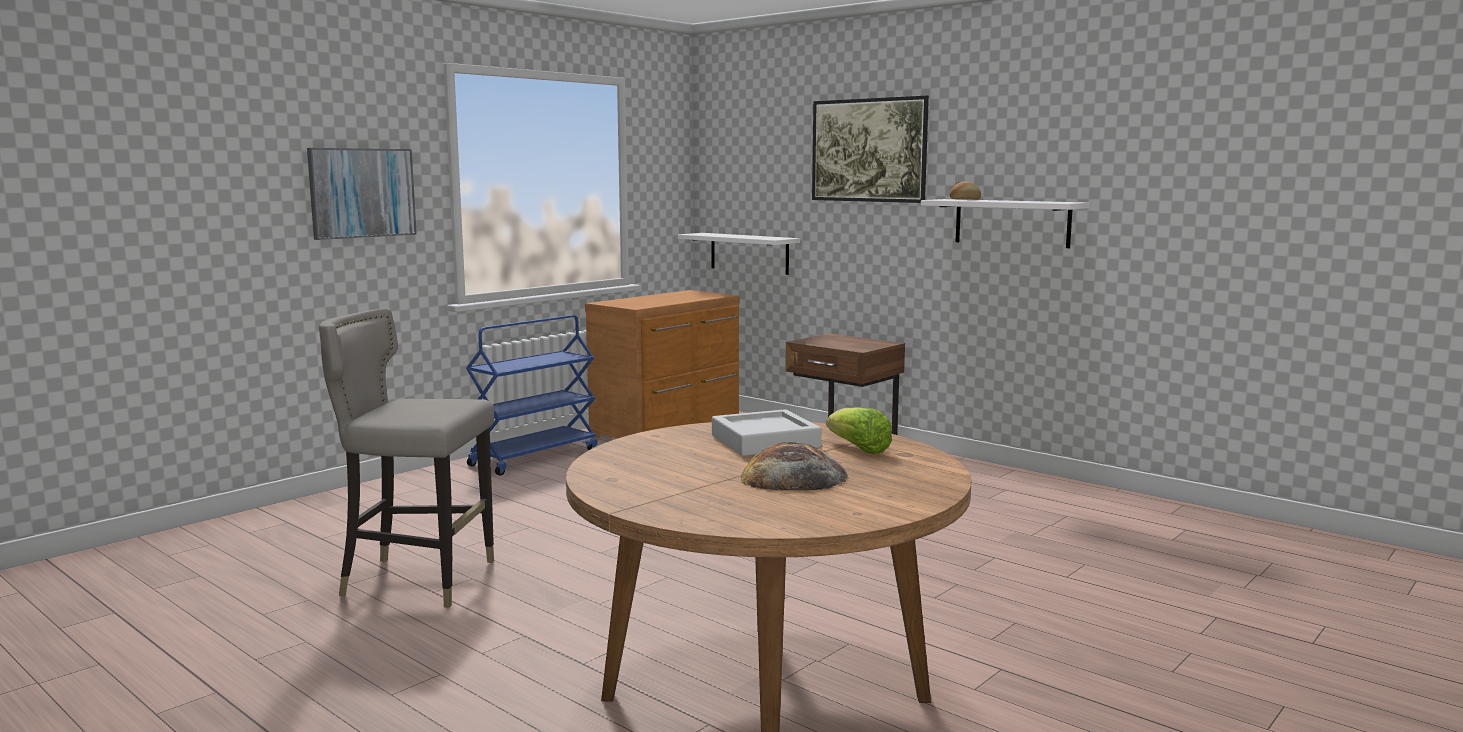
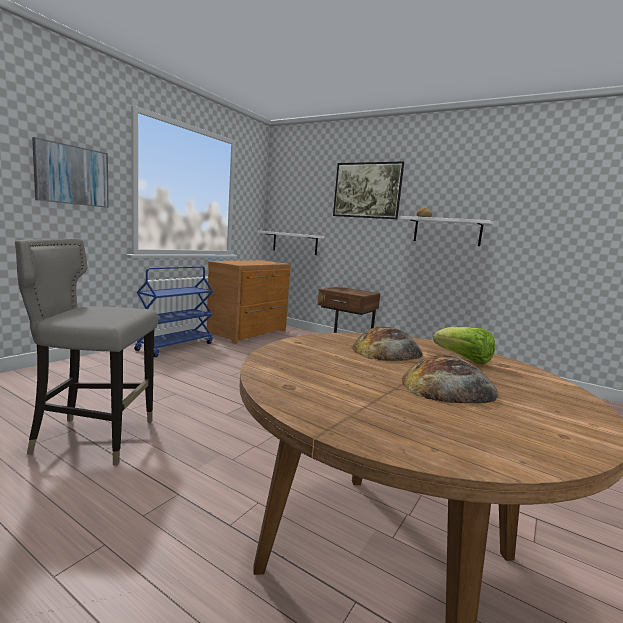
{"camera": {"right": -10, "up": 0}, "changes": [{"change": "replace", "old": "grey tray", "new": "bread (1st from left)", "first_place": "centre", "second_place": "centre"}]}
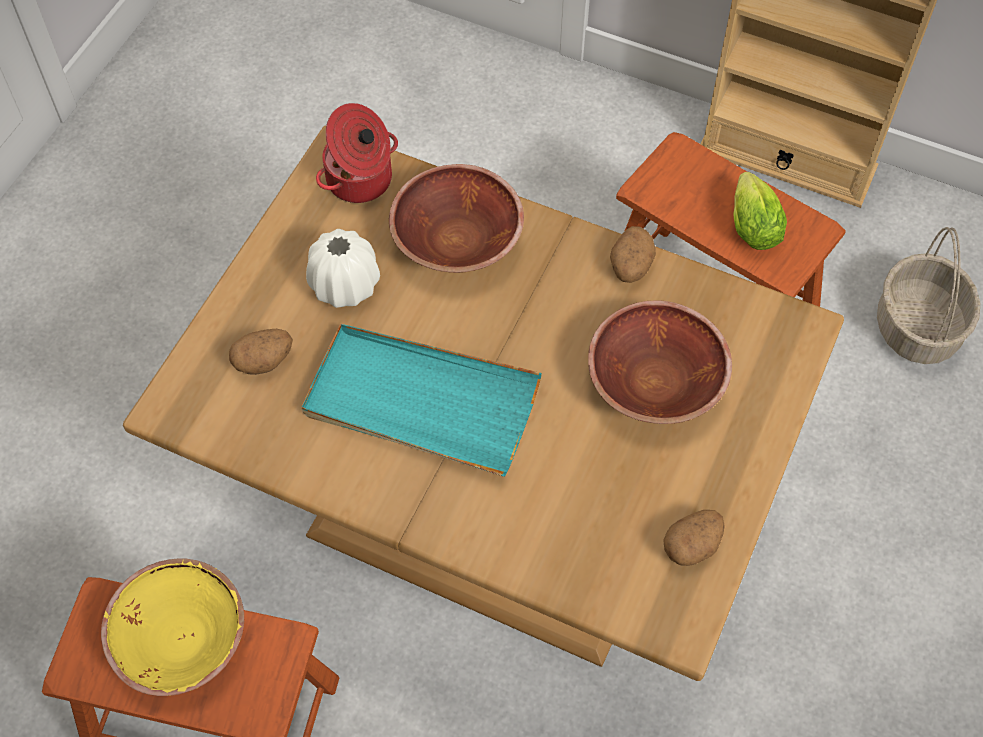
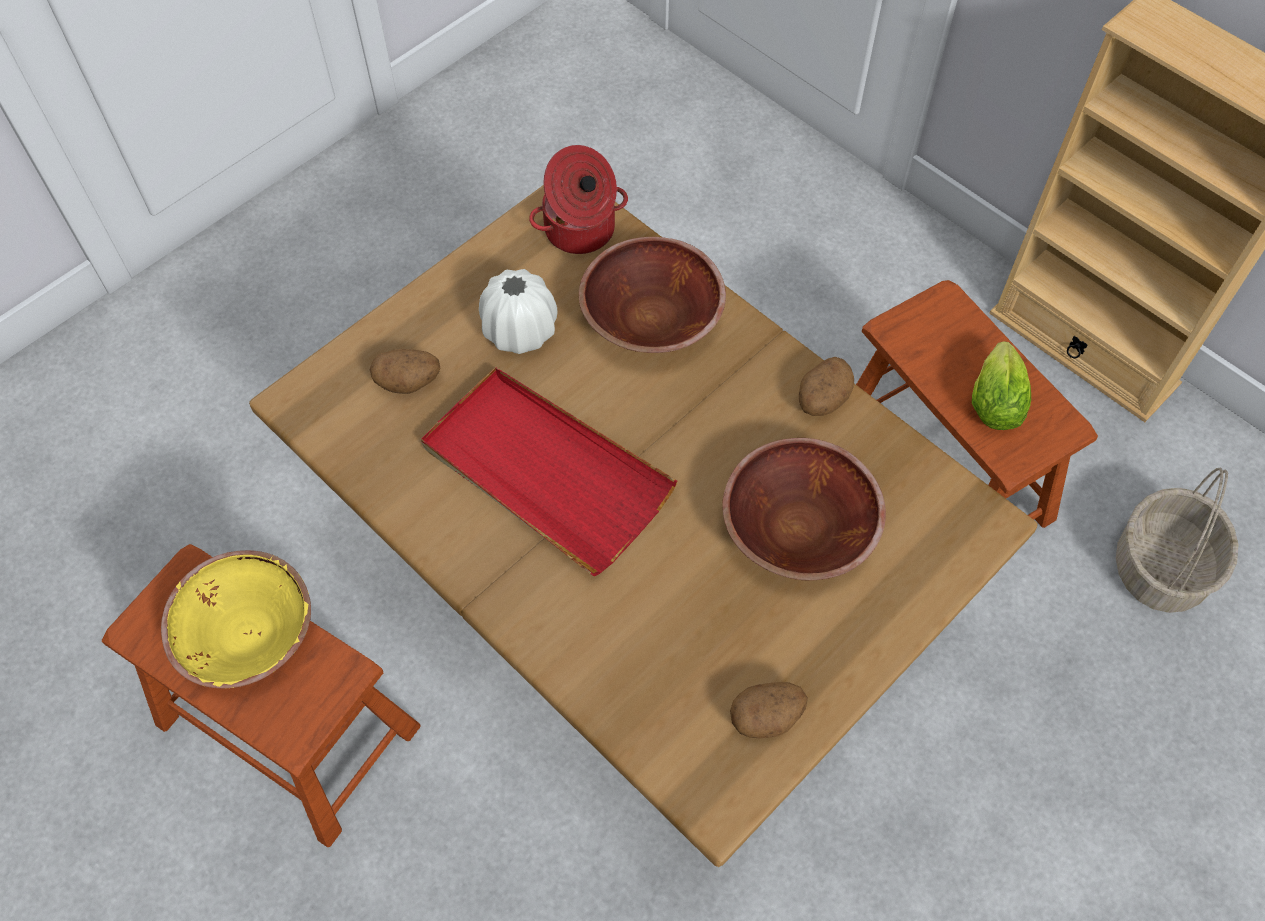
{"camera": {"right": 20, "up": 0}, "changes": [{"change": "recolor", "old": "turquoise tray", "new": "red tray", "first_place": "centre", "second_place": "centre"}]}
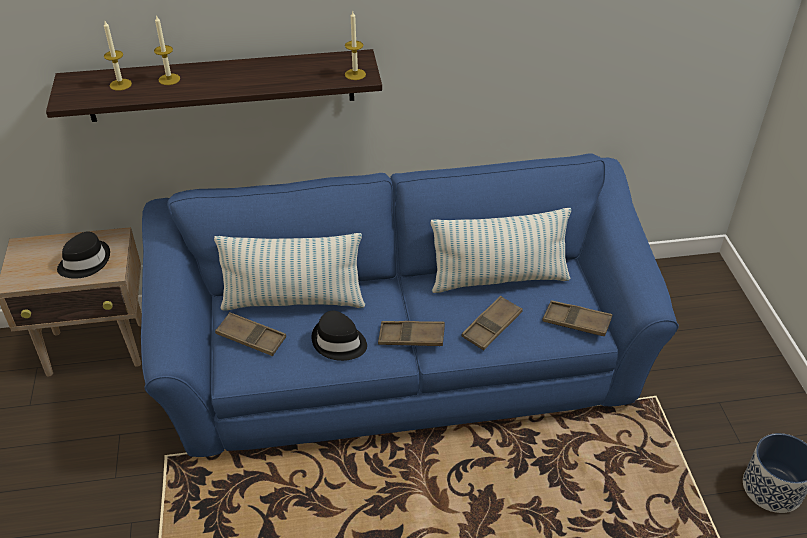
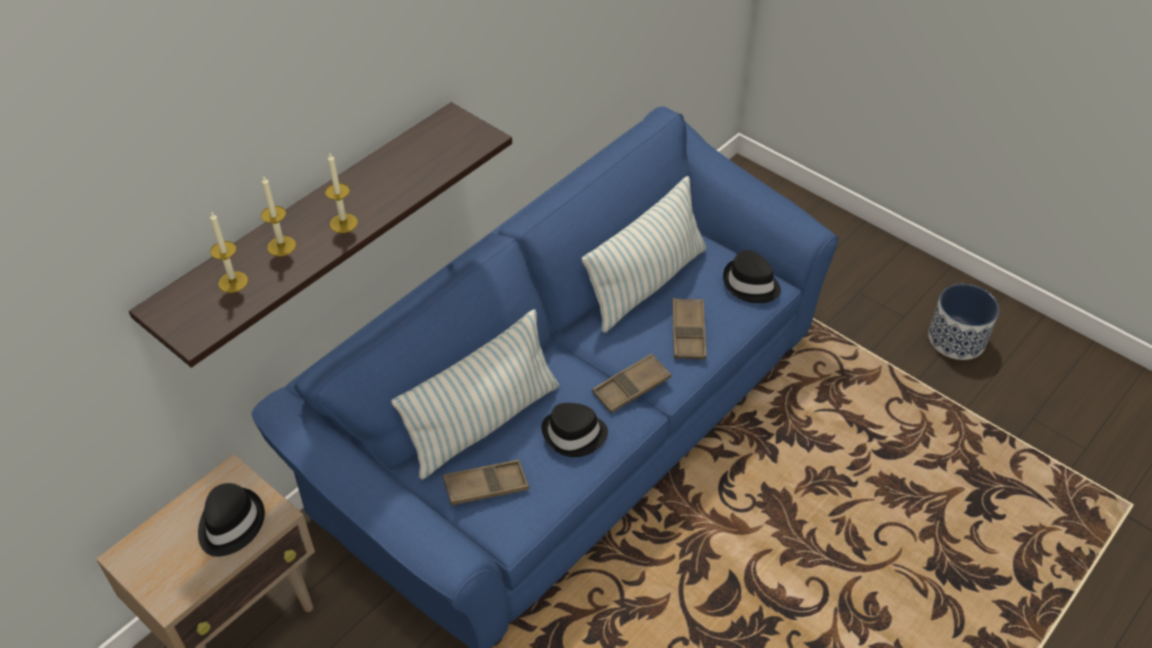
{"camera": {"right": -40, "up": 5}, "changes": [{"change": "move", "old": "candle (3rd from left)", "first_place": "top centre", "second_place": "top left"}, {"change": "replace", "old": "brown tray (4th from left)", "new": "black hat (3rd from left)", "first_place": "middle right", "second_place": "centre"}]}
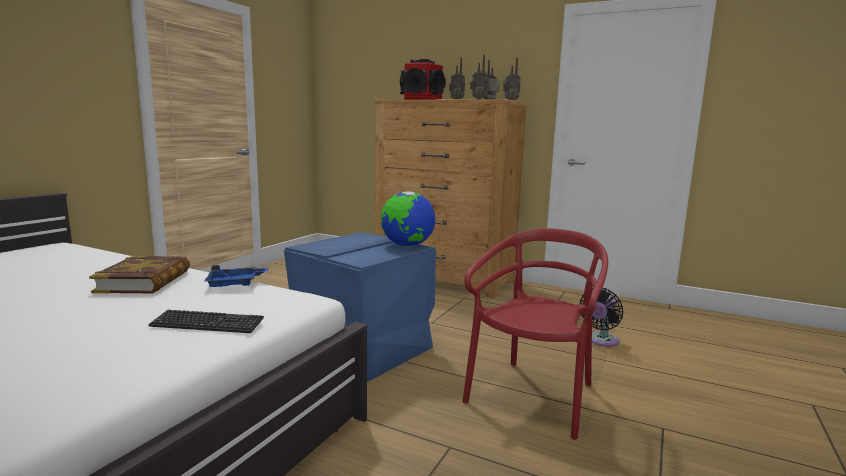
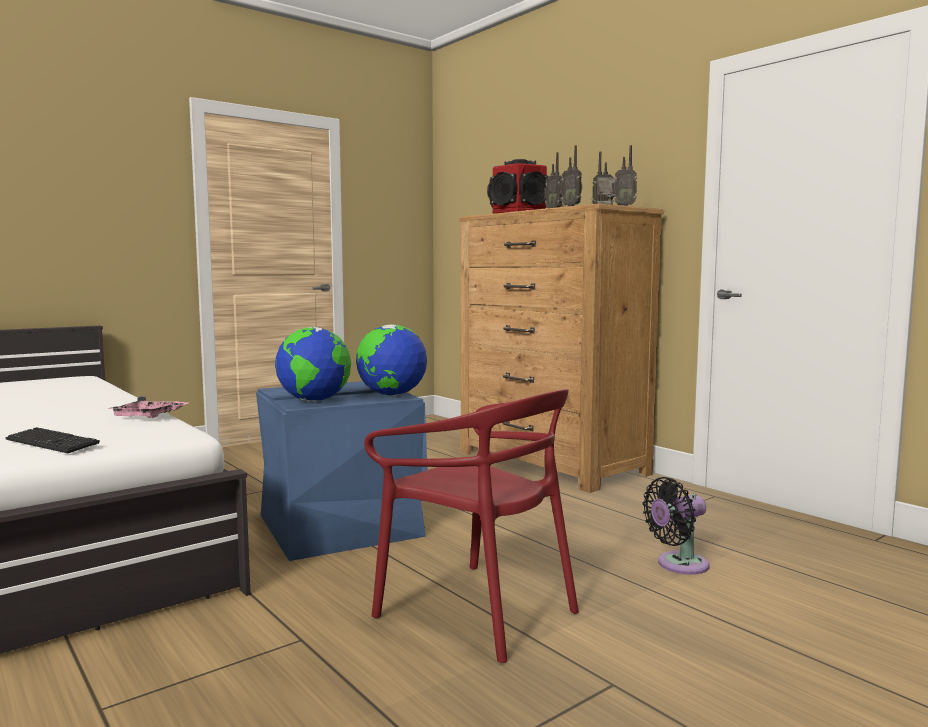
{"camera": {"right": 25, "up": -5}, "changes": [{"change": "recolor", "old": "blue tray", "new": "pink tray", "first_place": "middle left", "second_place": "middle left"}, {"change": "insert", "new": "globe (1st from left)", "second_place": "centre"}, {"change": "rotate", "old": "red chair", "first_place": "bottom centre", "second_place": "bottom centre", "degrees": 75}, {"change": "delete", "old": "book", "first_place": "middle left"}]}
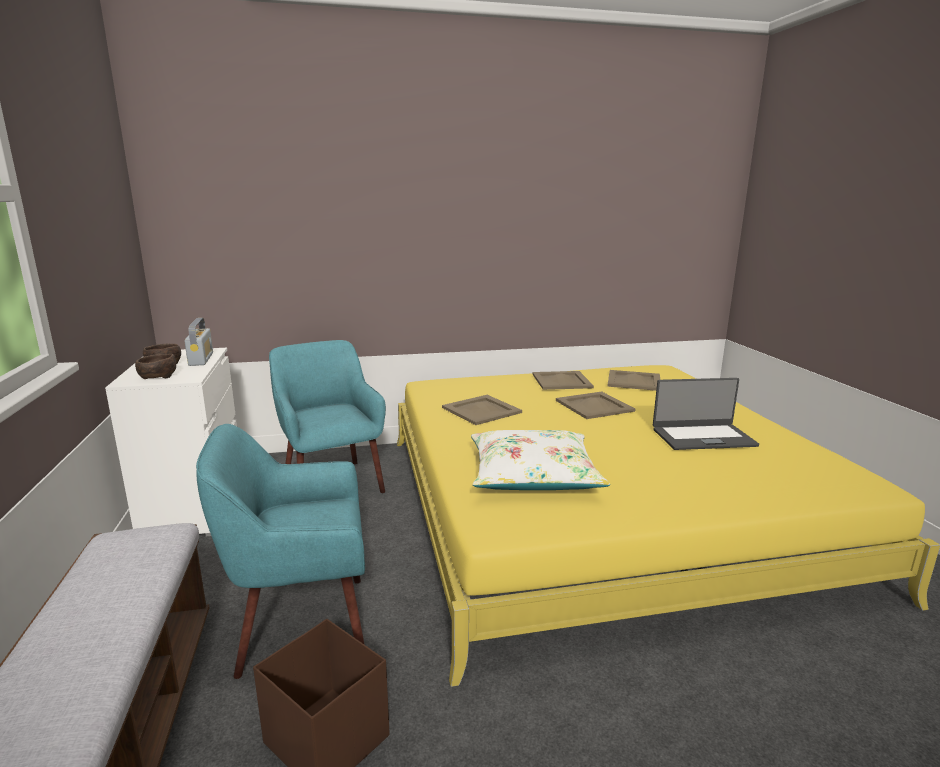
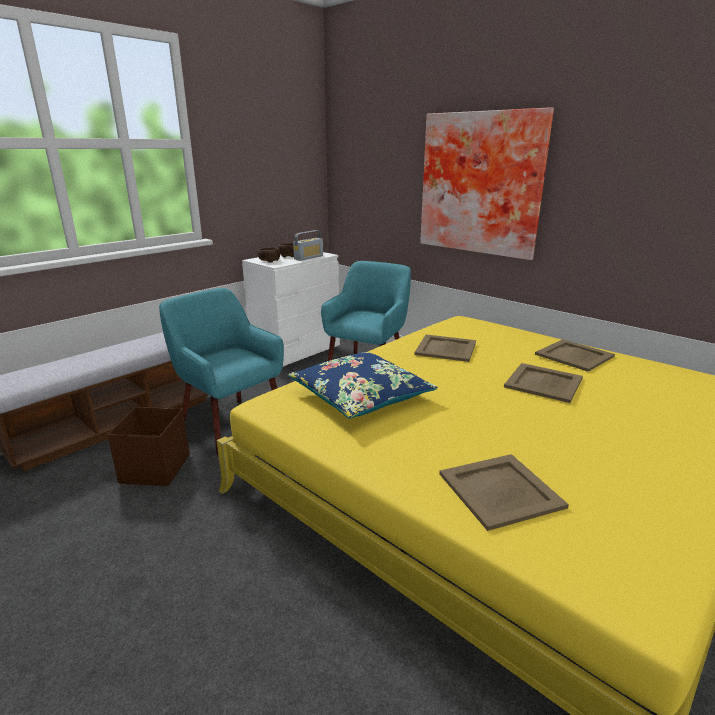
{"camera": {"right": 55, "up": 5}, "changes": [{"change": "recolor", "old": "white pillow", "new": "blue pillow", "first_place": "centre", "second_place": "centre"}, {"change": "insert", "new": "picture", "second_place": "top right"}, {"change": "move", "old": "beige tray (4th from left in the first image)", "new": "beige tray (2nd from left)", "first_place": "middle right", "second_place": "bottom right"}, {"change": "delete", "old": "laptop", "first_place": "middle right"}]}
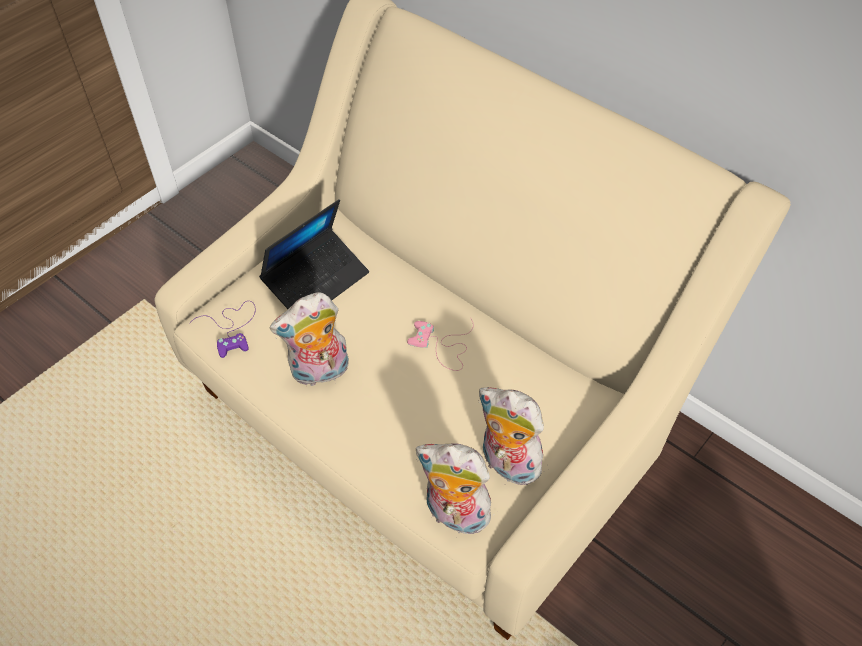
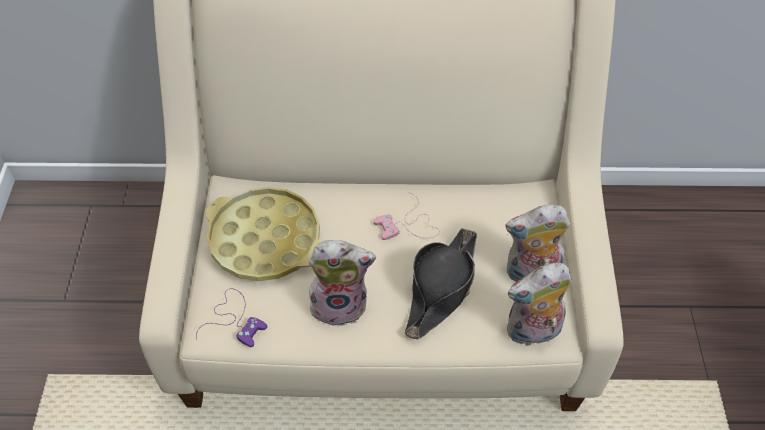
{"camera": {"right": -40, "up": 0}, "changes": [{"change": "replace", "old": "laptop", "new": "yellow tray", "first_place": "centre", "second_place": "centre"}, {"change": "rotate", "old": "plush toy (1st from left)", "first_place": "centre", "second_place": "centre", "degrees": -120}, {"change": "insert", "new": "black hat", "second_place": "centre"}]}
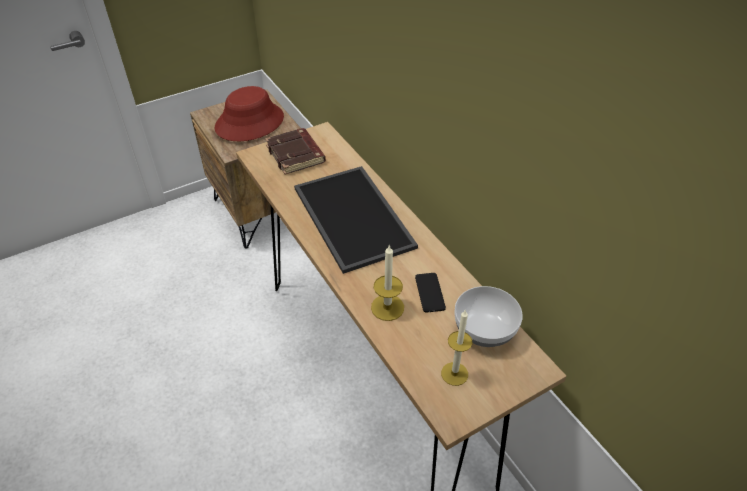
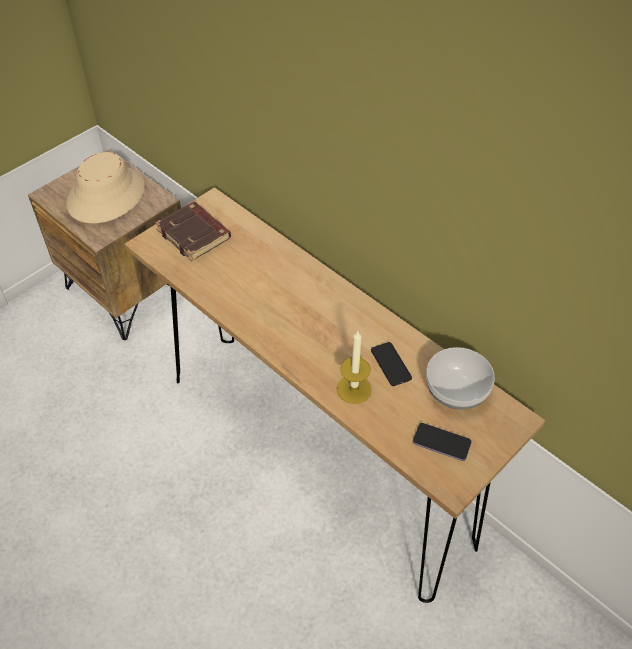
{"camera": {"right": -15, "up": 5}, "changes": [{"change": "recolor", "old": "red hat", "new": "beige hat", "first_place": "top centre", "second_place": "top left"}, {"change": "replace", "old": "candle (2nd from left)", "new": "phone (2nd from left)", "first_place": "bottom centre", "second_place": "bottom right"}, {"change": "delete", "old": "tray", "first_place": "centre"}]}
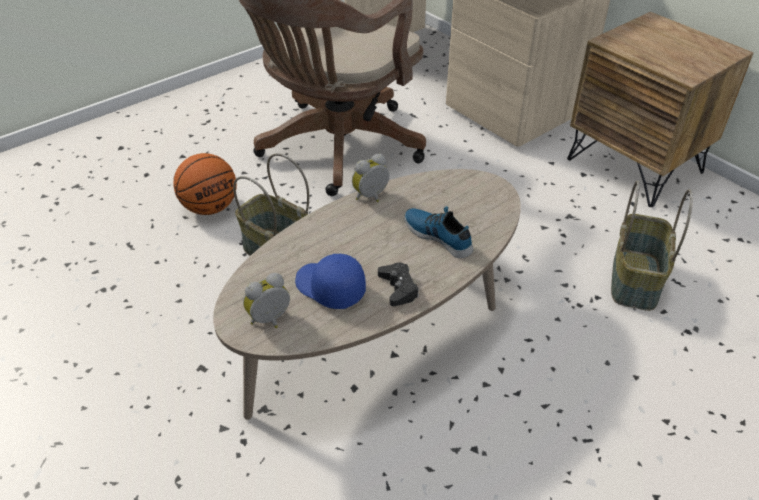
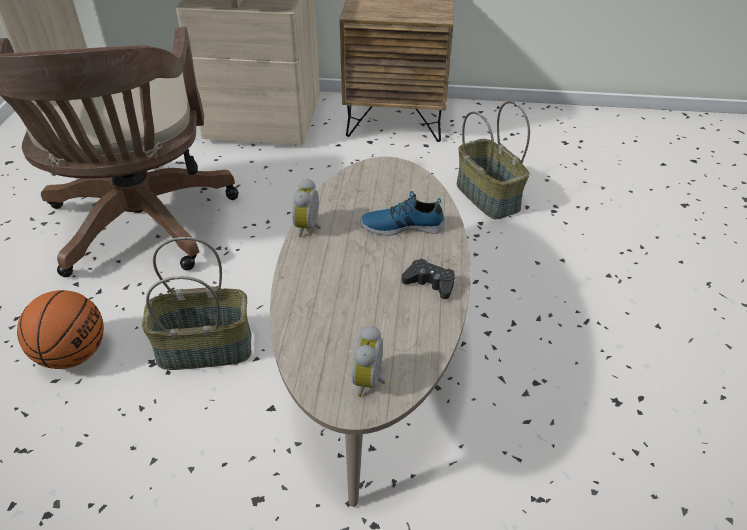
{"camera": {"right": -45, "up": 0}, "changes": [{"change": "delete", "old": "blue cap", "first_place": "centre"}]}
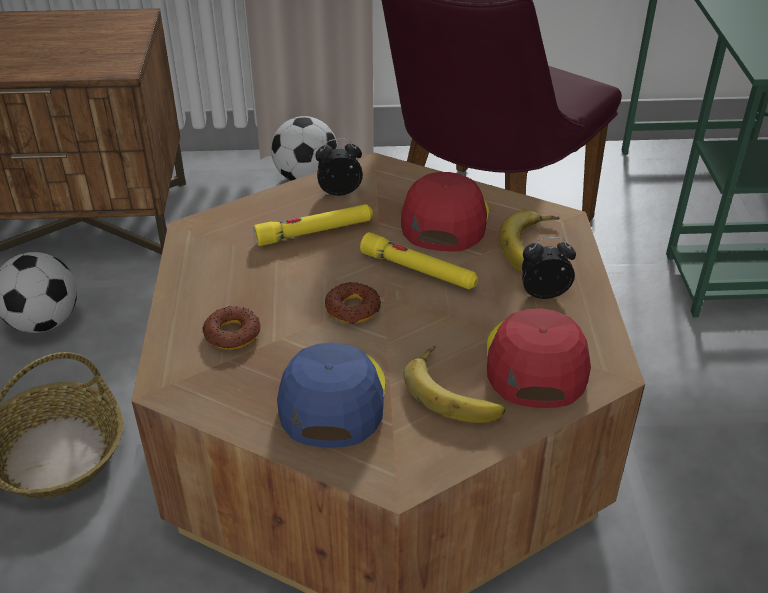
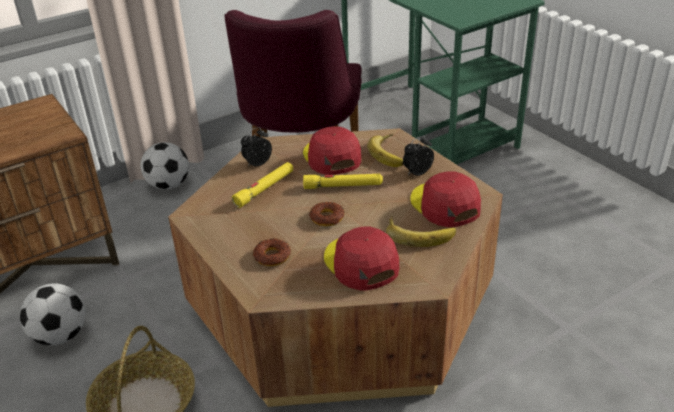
{"camera": {"right": -30, "up": -5}, "changes": [{"change": "recolor", "old": "blue cap", "new": "red cap (2nd from left)", "first_place": "centre", "second_place": "centre"}]}
